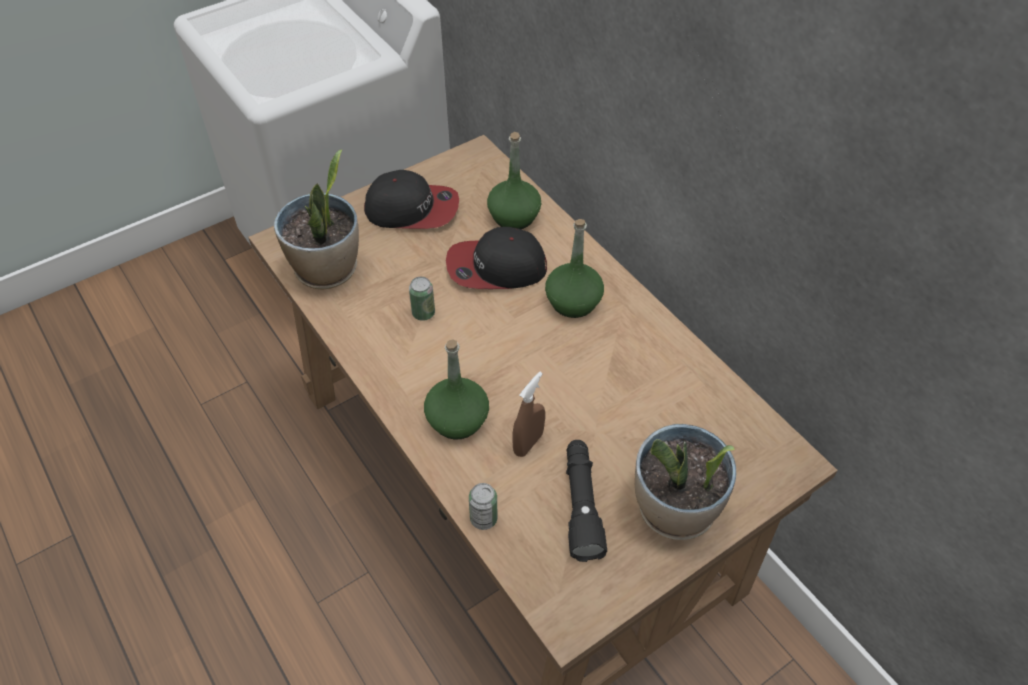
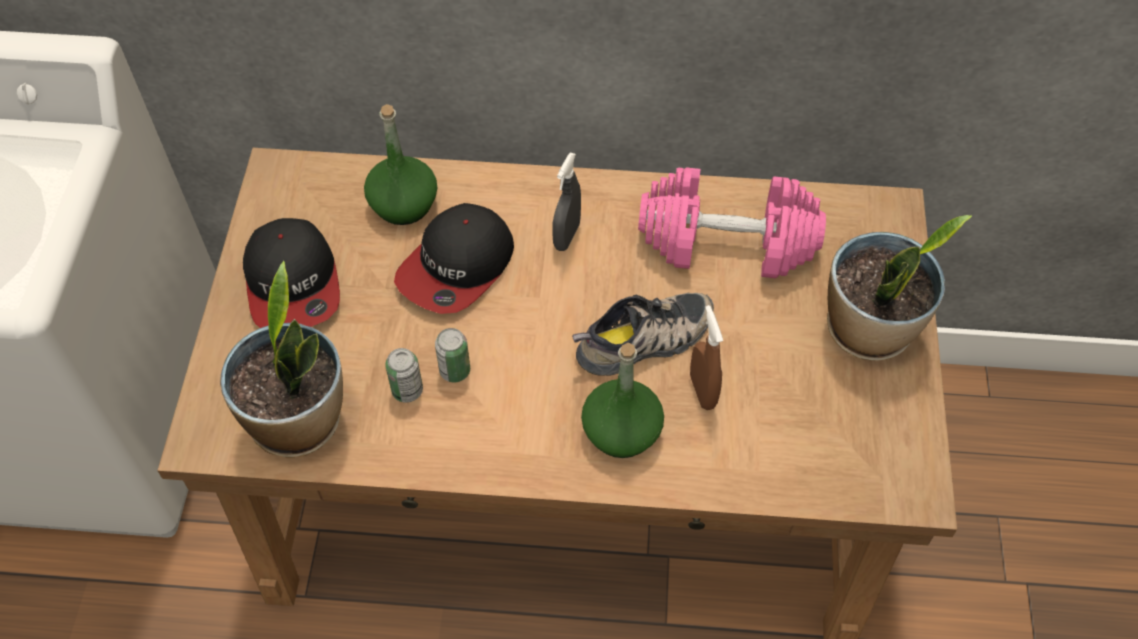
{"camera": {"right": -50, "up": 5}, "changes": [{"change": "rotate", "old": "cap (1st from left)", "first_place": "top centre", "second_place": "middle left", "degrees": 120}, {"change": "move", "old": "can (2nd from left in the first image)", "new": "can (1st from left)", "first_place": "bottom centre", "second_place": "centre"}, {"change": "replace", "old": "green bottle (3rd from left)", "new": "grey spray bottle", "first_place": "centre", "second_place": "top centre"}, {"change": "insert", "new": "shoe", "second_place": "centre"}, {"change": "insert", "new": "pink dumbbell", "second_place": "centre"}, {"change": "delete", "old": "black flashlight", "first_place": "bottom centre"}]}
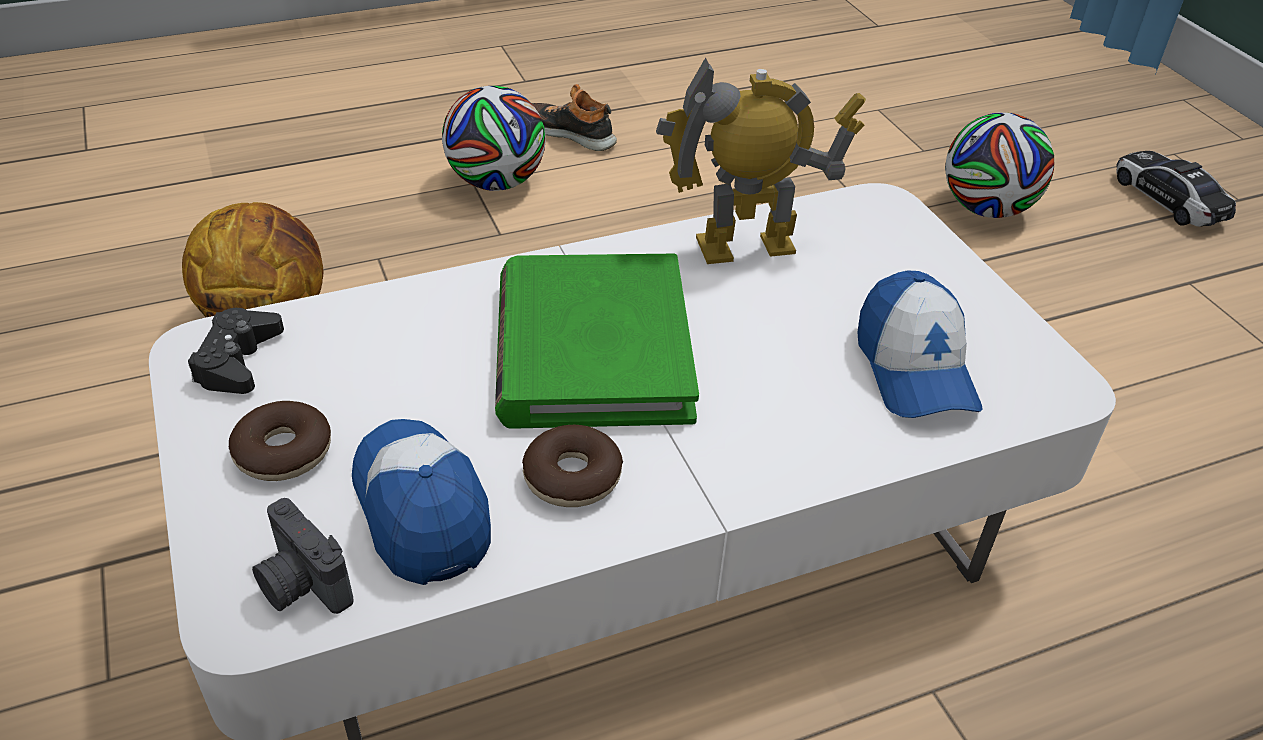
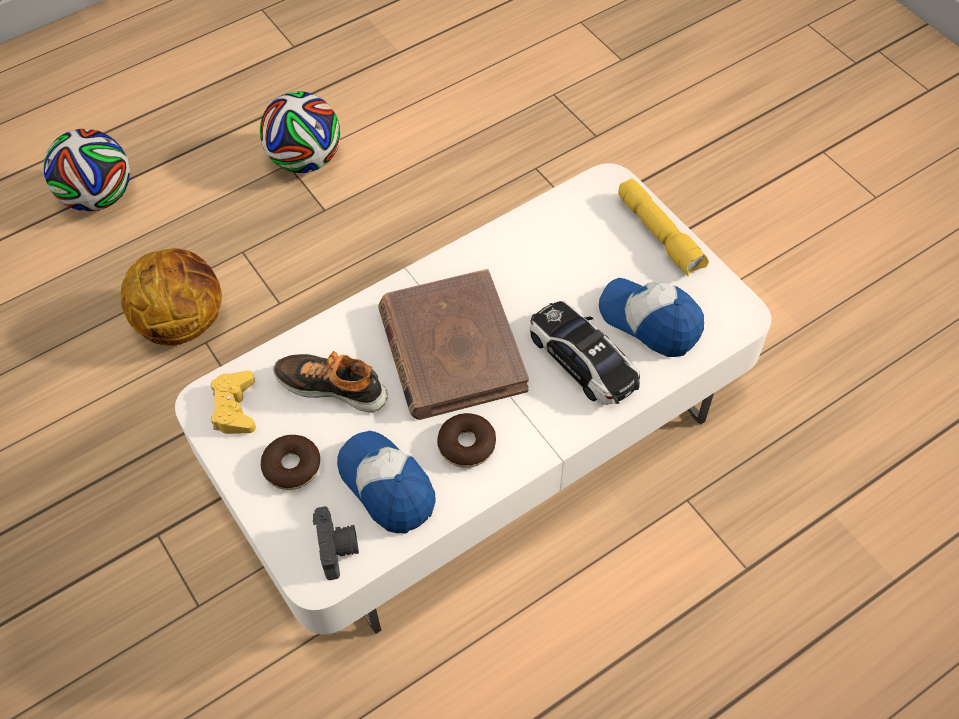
{"camera": {"right": -10, "up": 15}, "changes": [{"change": "move", "old": "football (2nd from left in the first image)", "new": "football (1st from left)", "first_place": "top right", "second_place": "top left"}, {"change": "recolor", "old": "black game controller", "new": "yellow game controller", "first_place": "middle left", "second_place": "middle left"}, {"change": "move", "old": "shoe", "first_place": "top centre", "second_place": "centre"}, {"change": "rotate", "old": "photo camera", "first_place": "bottom left", "second_place": "bottom centre", "degrees": -135}, {"change": "recolor", "old": "green book", "new": "brown book", "first_place": "centre", "second_place": "centre"}, {"change": "move", "old": "toy car", "first_place": "top right", "second_place": "centre"}, {"change": "rotate", "old": "cap (2nd from left)", "first_place": "middle right", "second_place": "middle right", "degrees": 150}, {"change": "insert", "new": "yellow flashlight", "second_place": "top right"}, {"change": "delete", "old": "toy robot", "first_place": "top centre"}]}
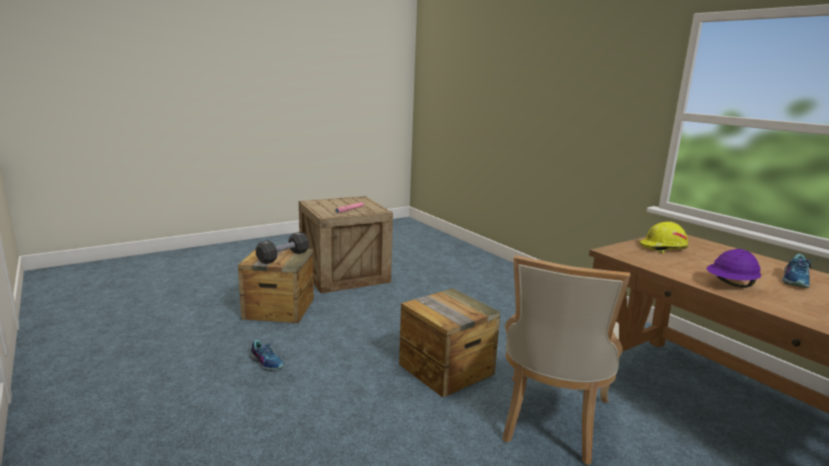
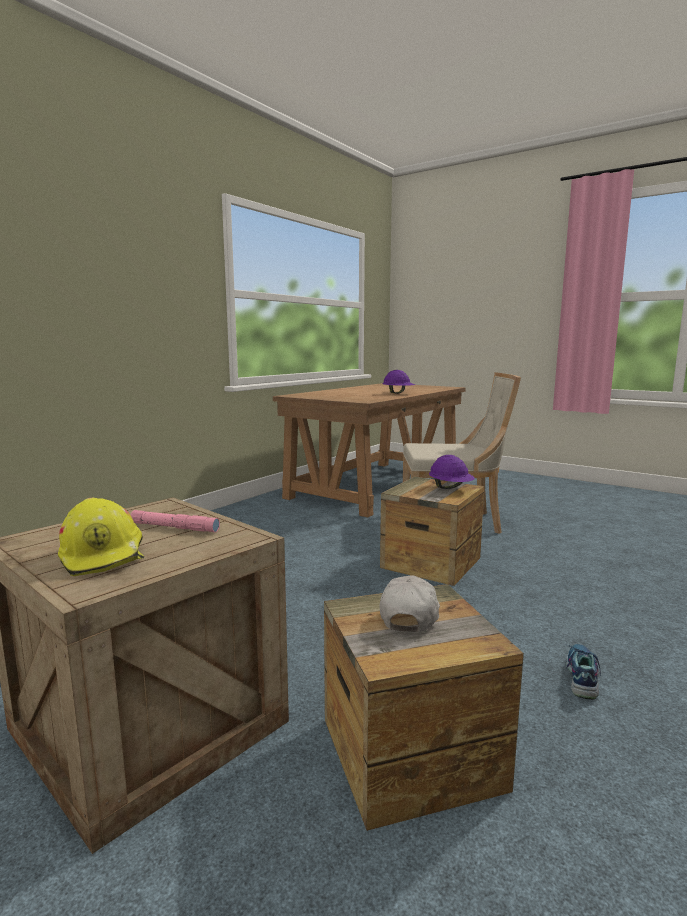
{"camera": {"right": -110, "up": -5}, "changes": [{"change": "move", "old": "yellow hard hat", "first_place": "middle right", "second_place": "middle left"}, {"change": "replace", "old": "black dumbbell", "new": "white cap", "first_place": "centre", "second_place": "centre"}, {"change": "insert", "new": "purple hard hat (2nd from left)", "second_place": "centre"}, {"change": "delete", "old": "shoe (2nd from left)", "first_place": "middle right"}]}
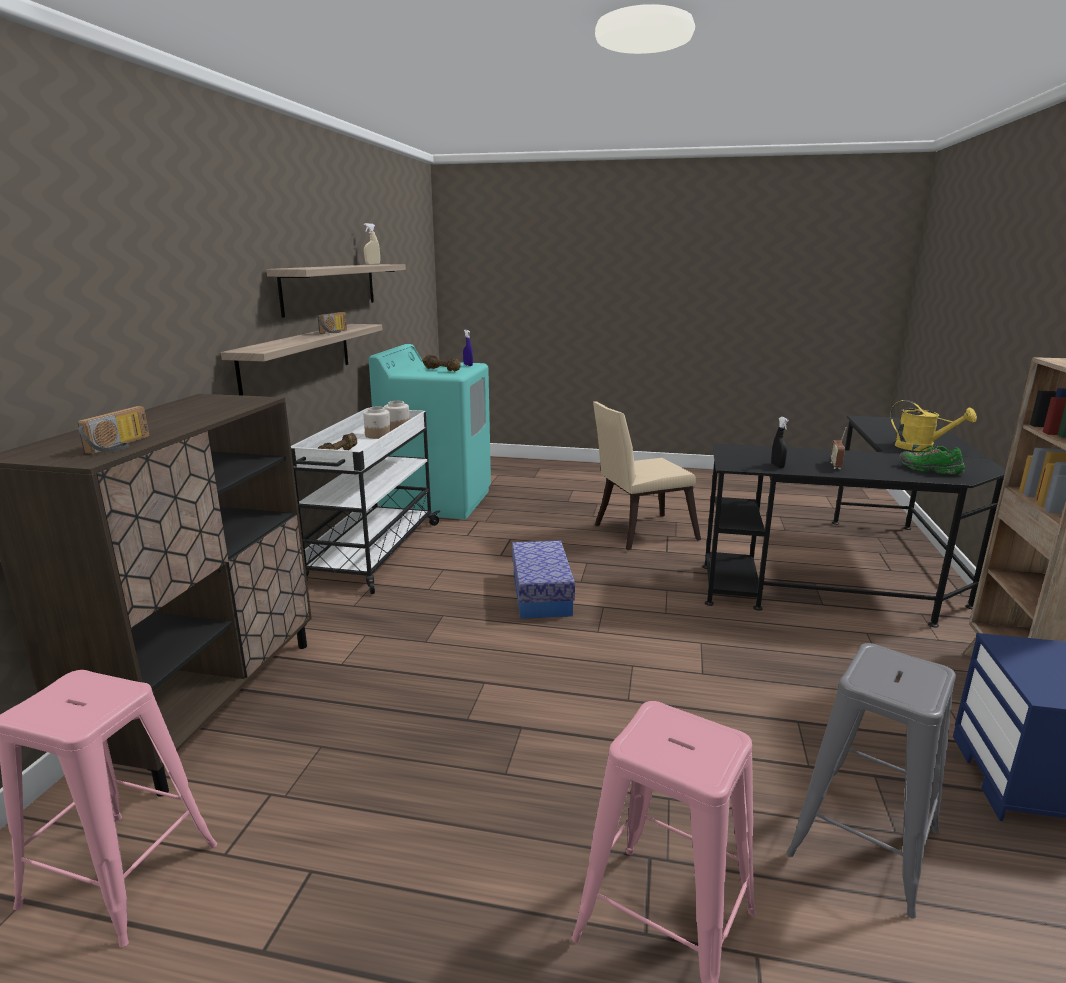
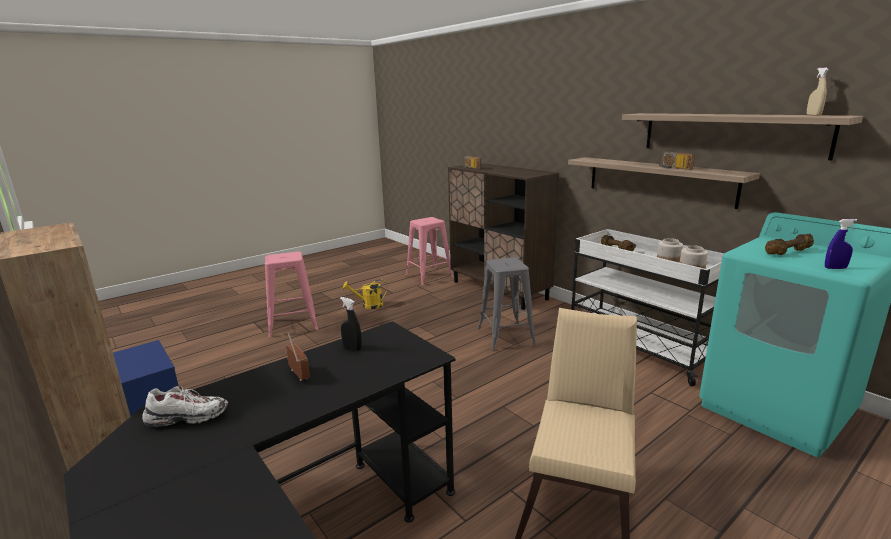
{"camera": {"right": 130, "up": 0}, "changes": [{"change": "recolor", "old": "green shoe", "new": "white shoe", "first_place": "middle right", "second_place": "bottom left"}, {"change": "move", "old": "yellow watering can", "first_place": "middle right", "second_place": "centre"}, {"change": "move", "old": "grey stool", "first_place": "bottom right", "second_place": "centre"}, {"change": "delete", "old": "storage box", "first_place": "centre"}]}
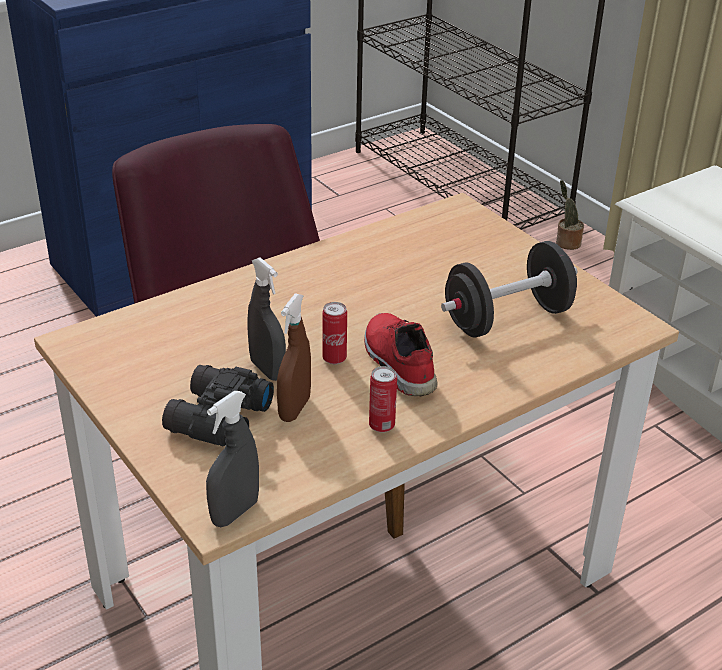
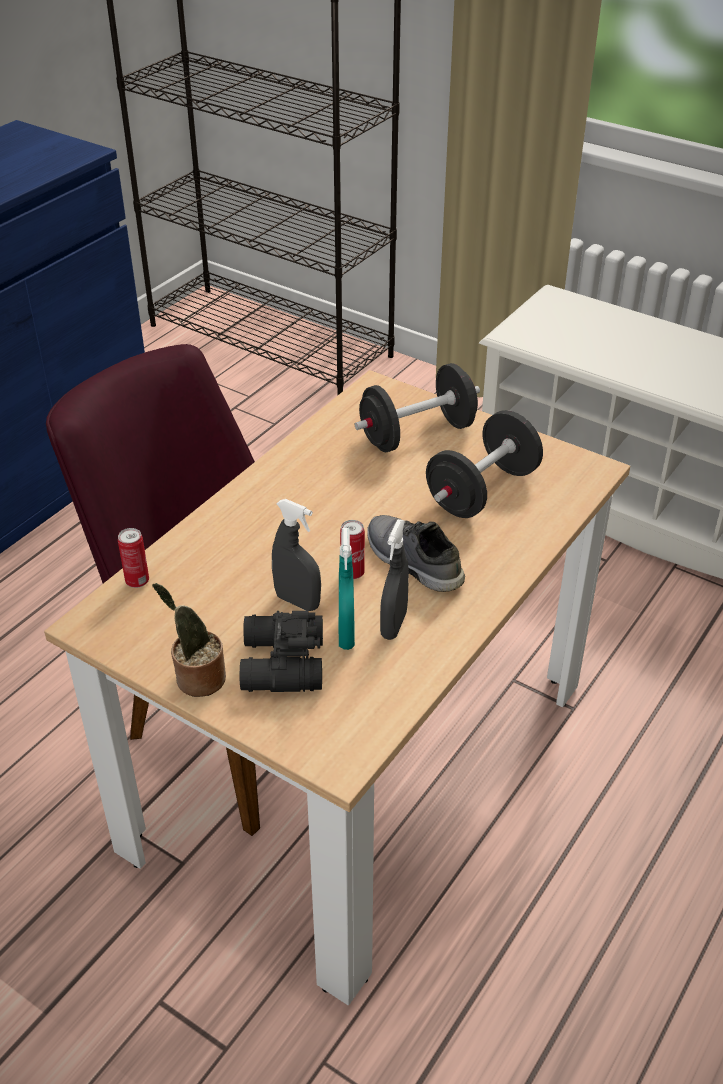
{"camera": {"right": -20, "up": 5}, "changes": [{"change": "move", "old": "can (2nd from left in the first image)", "new": "can (1st from left)", "first_place": "centre", "second_place": "middle left"}, {"change": "move", "old": "potted plant", "first_place": "top right", "second_place": "middle left"}, {"change": "recolor", "old": "brown spray bottle", "new": "turquoise spray bottle", "first_place": "centre", "second_place": "centre"}, {"change": "insert", "new": "black dumbbell (1st from left)", "second_place": "centre"}, {"change": "recolor", "old": "red shoe", "new": "grey shoe", "first_place": "centre", "second_place": "centre"}, {"change": "move", "old": "grey spray bottle (1st from left in the first image)", "new": "grey spray bottle (2nd from left)", "first_place": "bottom left", "second_place": "centre"}]}
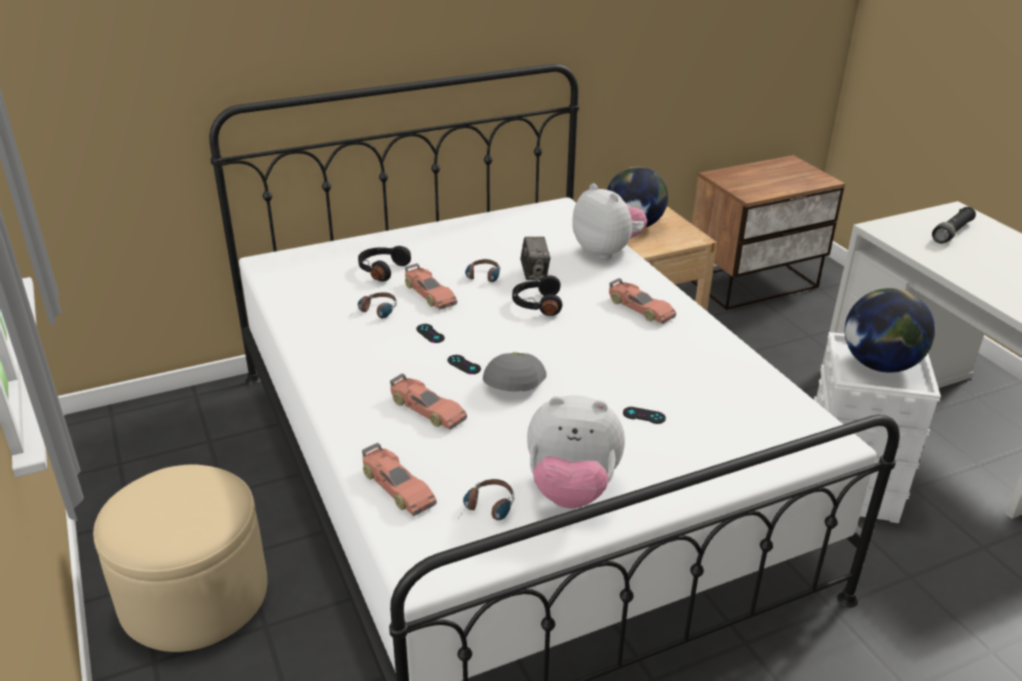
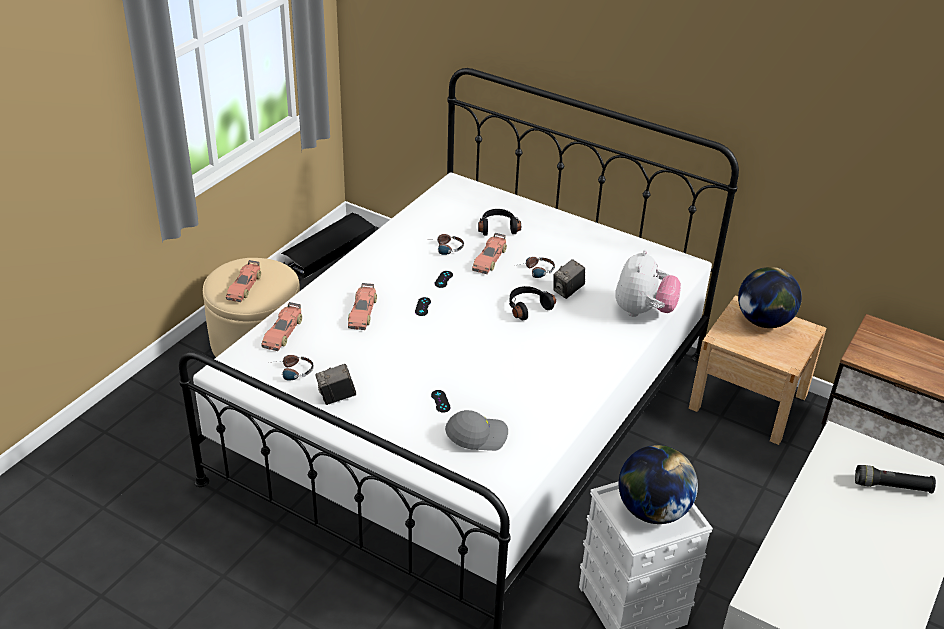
{"camera": {"right": 55, "up": 5}, "changes": [{"change": "move", "old": "toy car (4th from left in the first image)", "new": "toy car (1st from left)", "first_place": "centre", "second_place": "middle left"}, {"change": "insert", "new": "black storage box", "second_place": "centre"}, {"change": "replace", "old": "plush toy (1st from left)", "new": "photo camera (1st from left)", "first_place": "centre", "second_place": "centre"}, {"change": "move", "old": "grey cap", "first_place": "centre", "second_place": "bottom centre"}]}
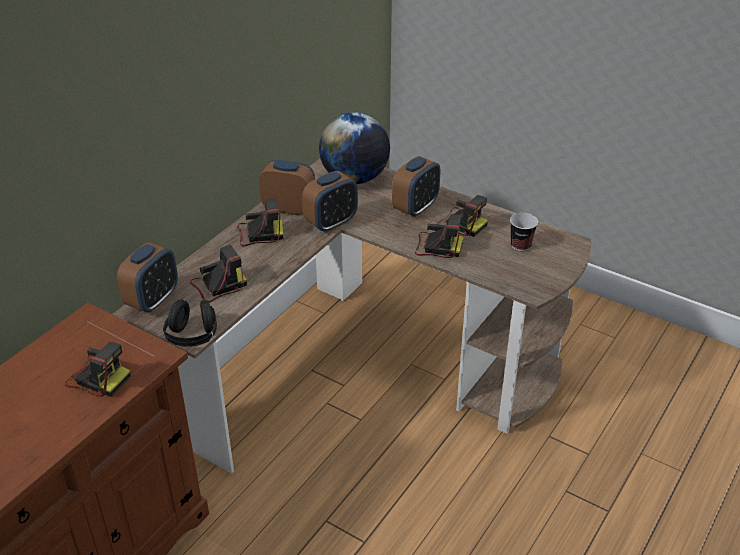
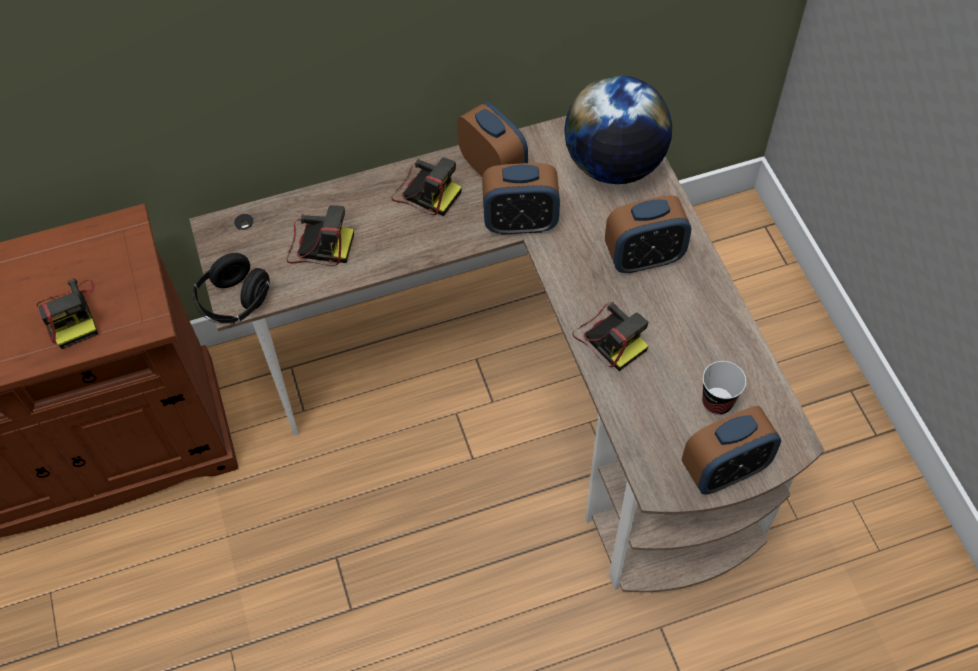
{"camera": {"right": 40, "up": 20}, "changes": [{"change": "move", "old": "alarm clock (1st from left in the first image)", "new": "alarm clock (4th from left)", "first_place": "middle left", "second_place": "bottom right"}, {"change": "delete", "old": "photo camera (5th from left)", "first_place": "centre"}]}
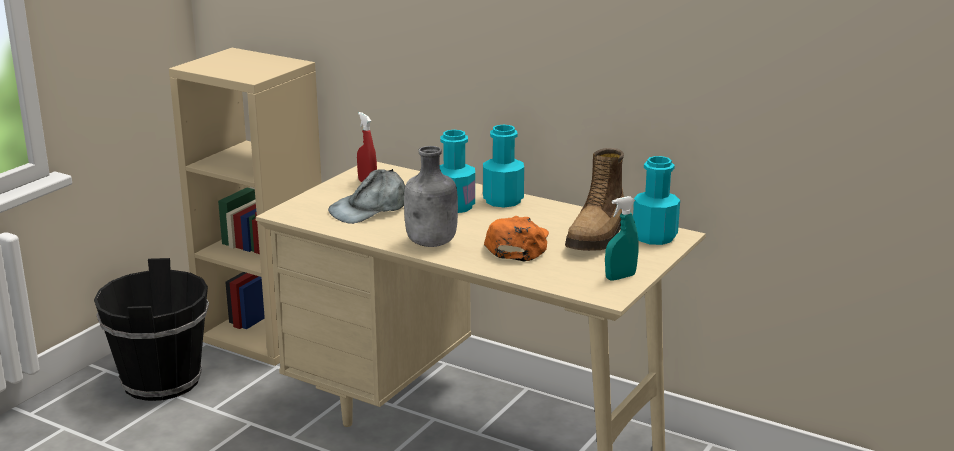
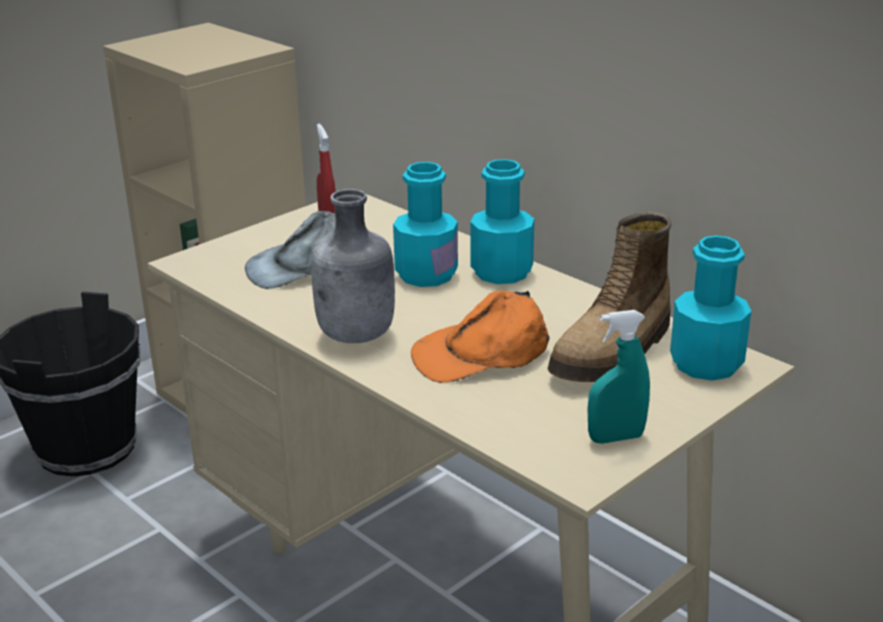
{"camera": {"right": 15, "up": 5}, "changes": [{"change": "rotate", "old": "orange cap", "first_place": "centre", "second_place": "centre", "degrees": -135}]}
